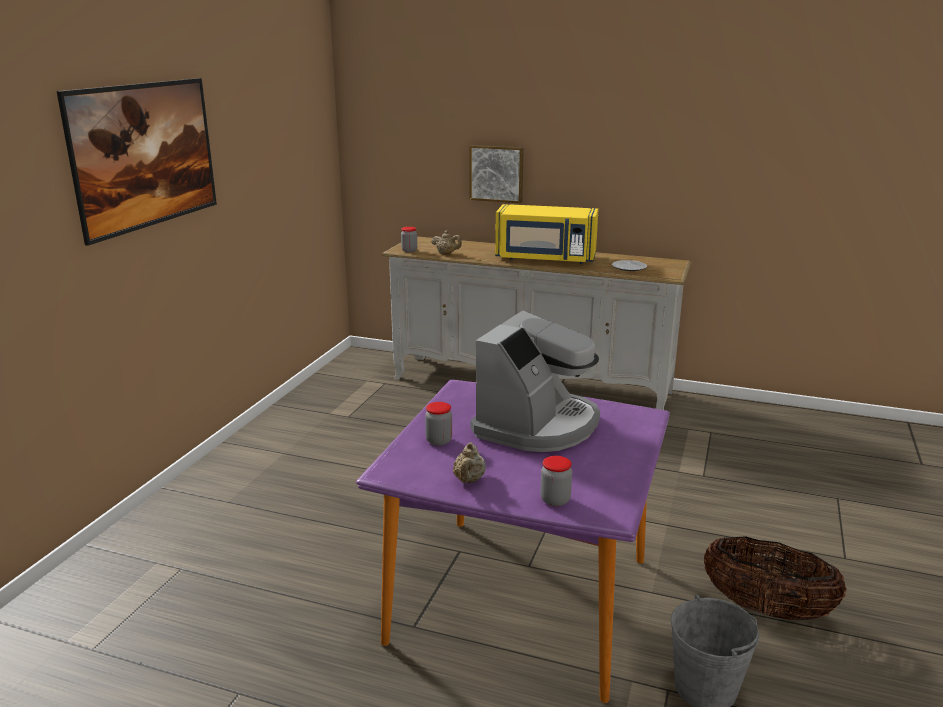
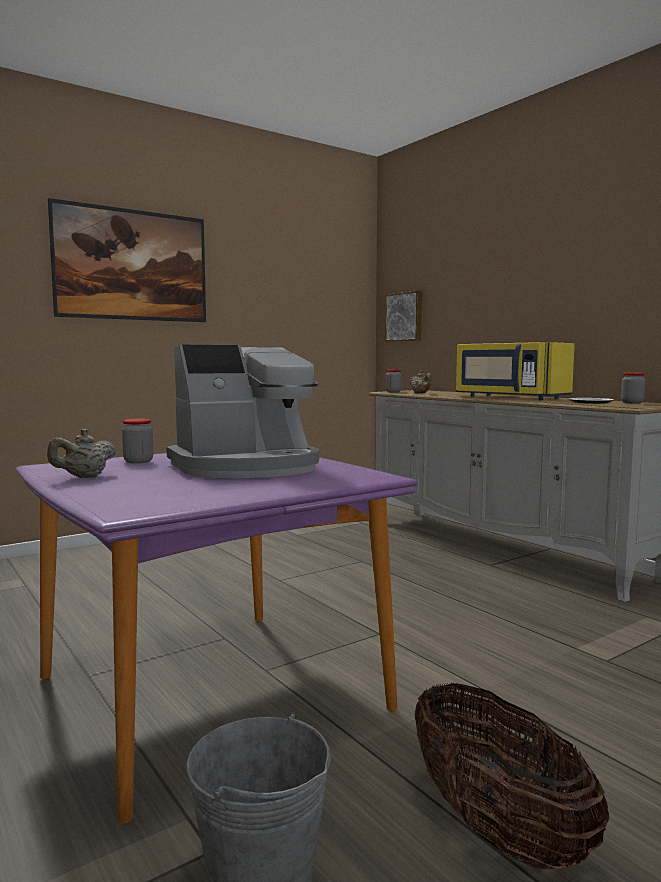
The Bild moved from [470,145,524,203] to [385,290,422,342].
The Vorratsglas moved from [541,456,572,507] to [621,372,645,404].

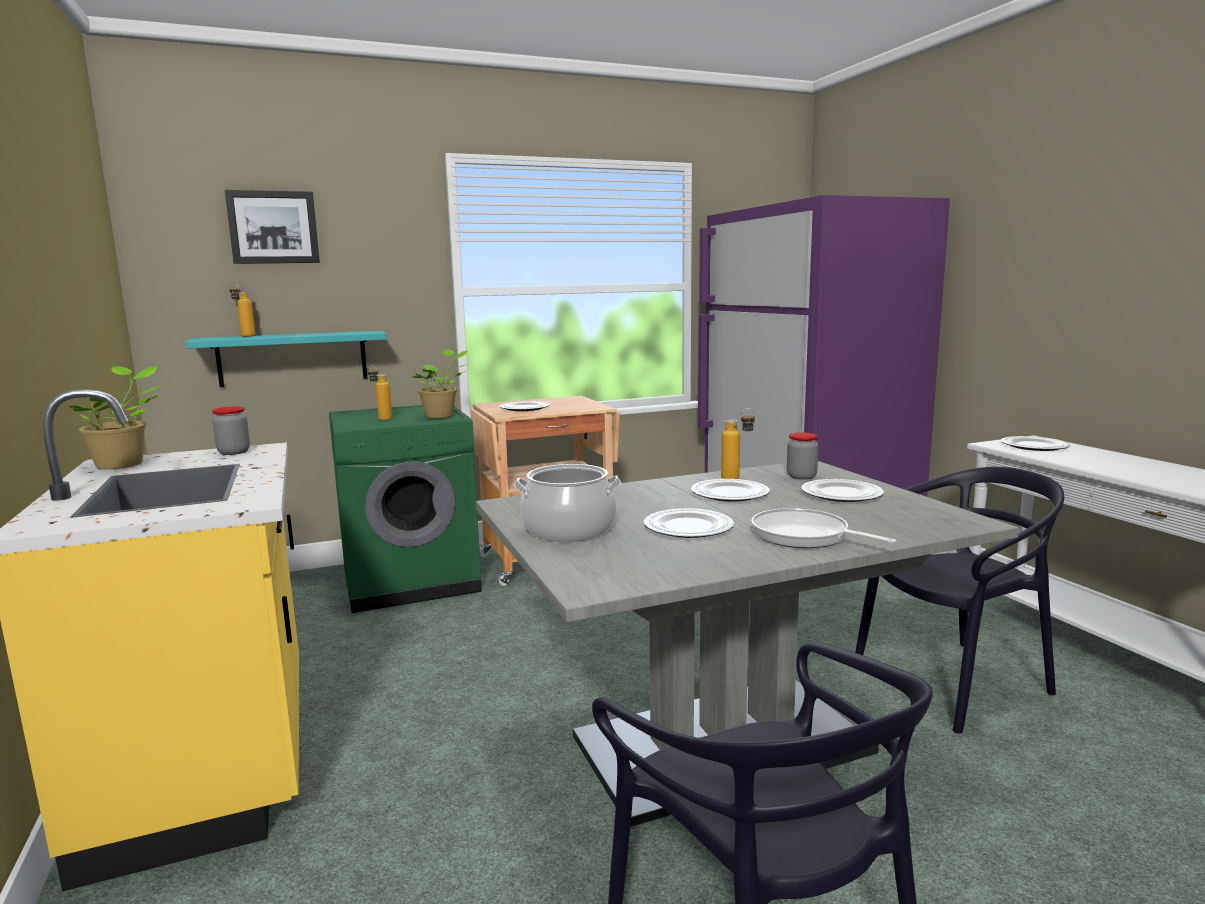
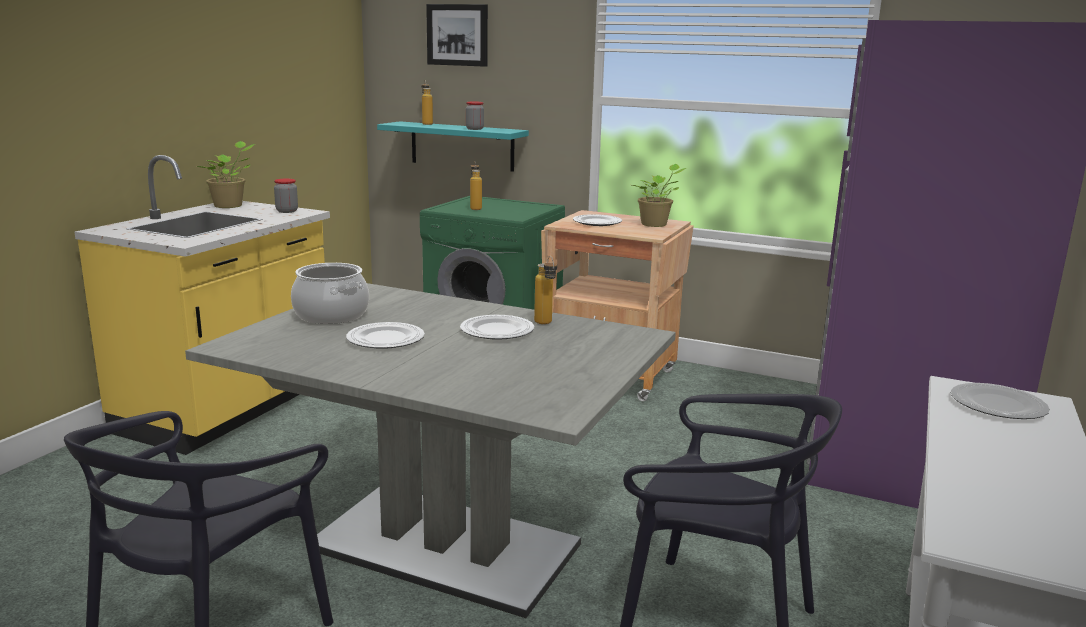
The Topfpflanze moved from [413,349,468,418] to [632,164,686,227].
The Pfanne at [751,508,896,548] disappeared.
The Vorratsglas moved from [787,432,819,480] to [466,101,484,130].
The Teller at [801,479,884,502] disappeared.

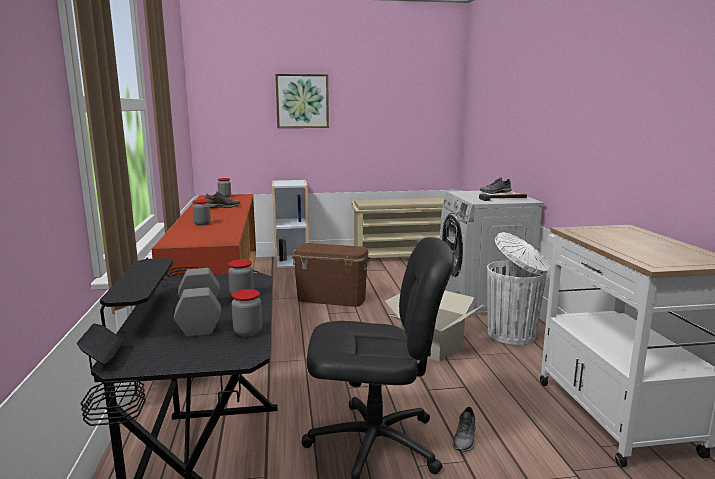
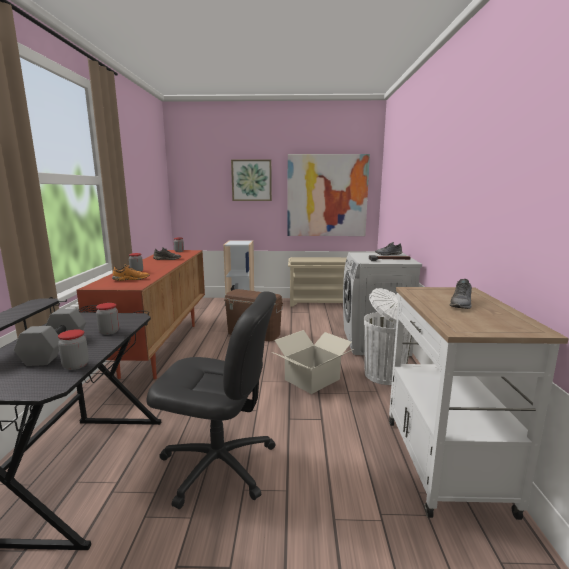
The Schuh (grau) moved from [453,407,476,452] to [450,279,472,309].
The Schuh (orange) at [112,264,150,281] appeared.
The Bild at [287,154,370,236] appeared.

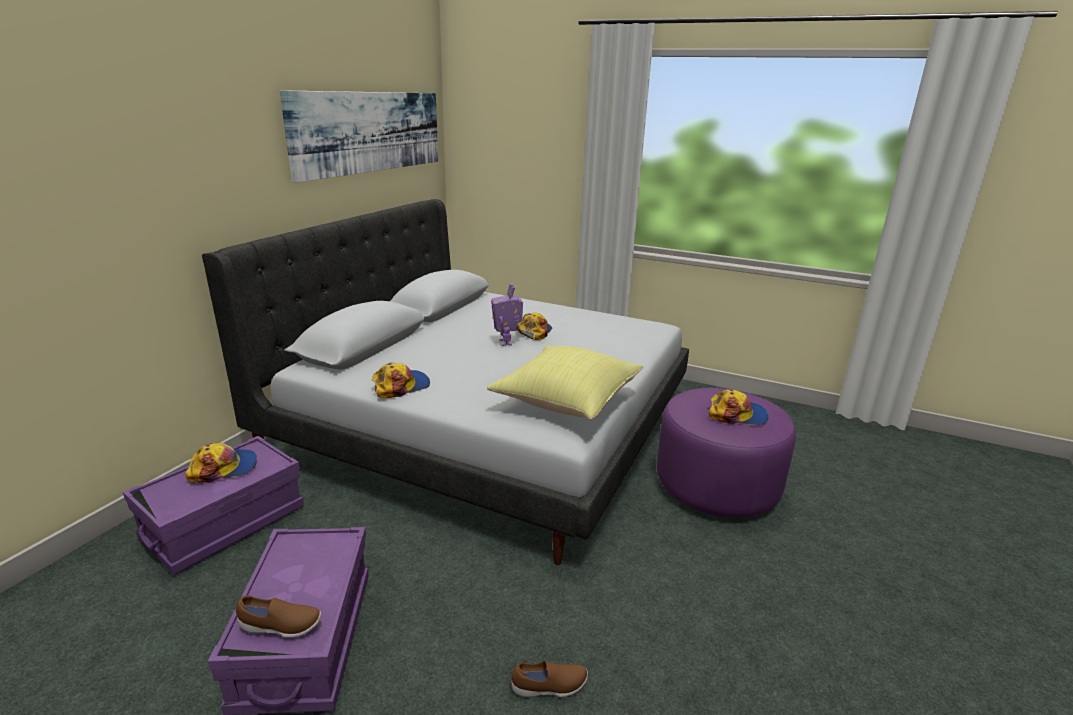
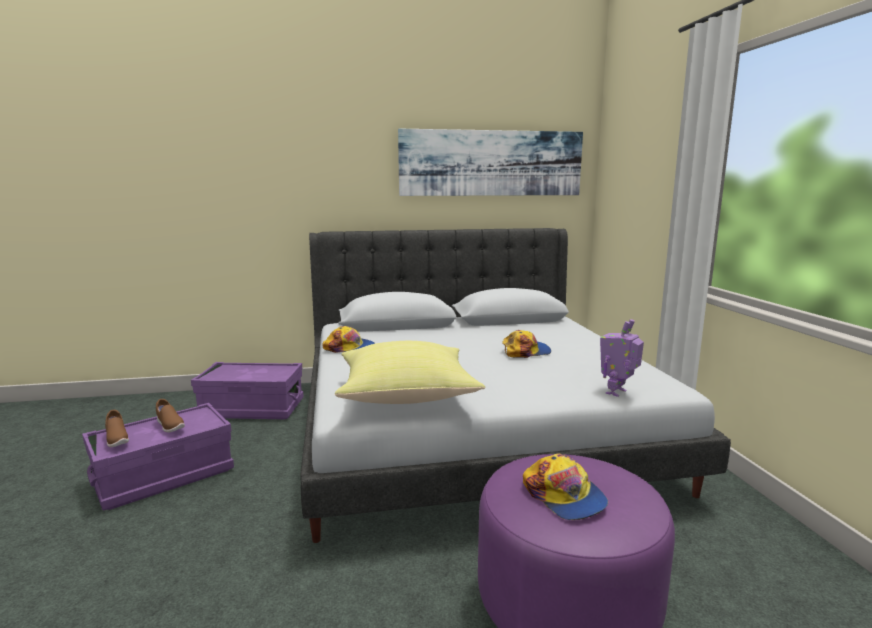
The Kappe at [185,443,257,482] disappeared.
The Spielzeugroboter moved from [491,284,523,346] to [600,319,644,397].
The Schuh (braun) moved from [512,661,588,697] to [156,399,185,433].

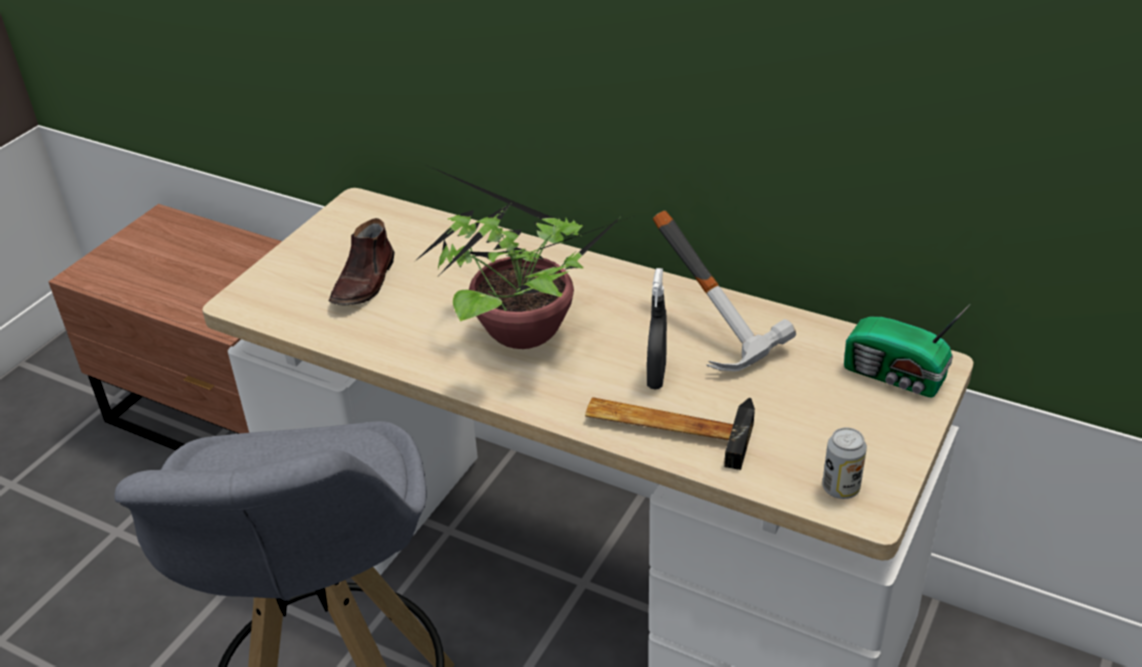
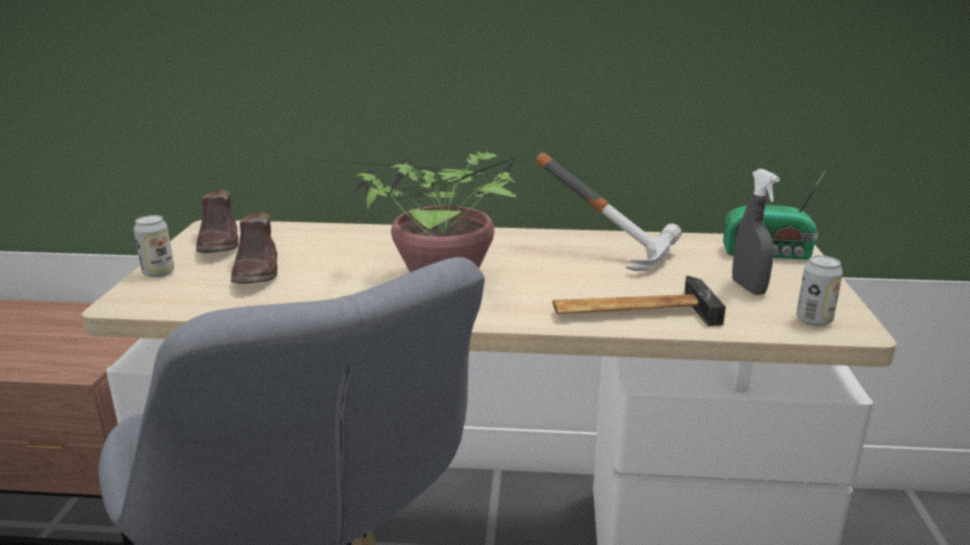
The Sprühflasche (grau) moved from [647,268,667,389] to [732,169,780,295].
The Dose at [134,215,174,277] appeared.
The Schuh (braun) at [196,189,239,253] appeared.

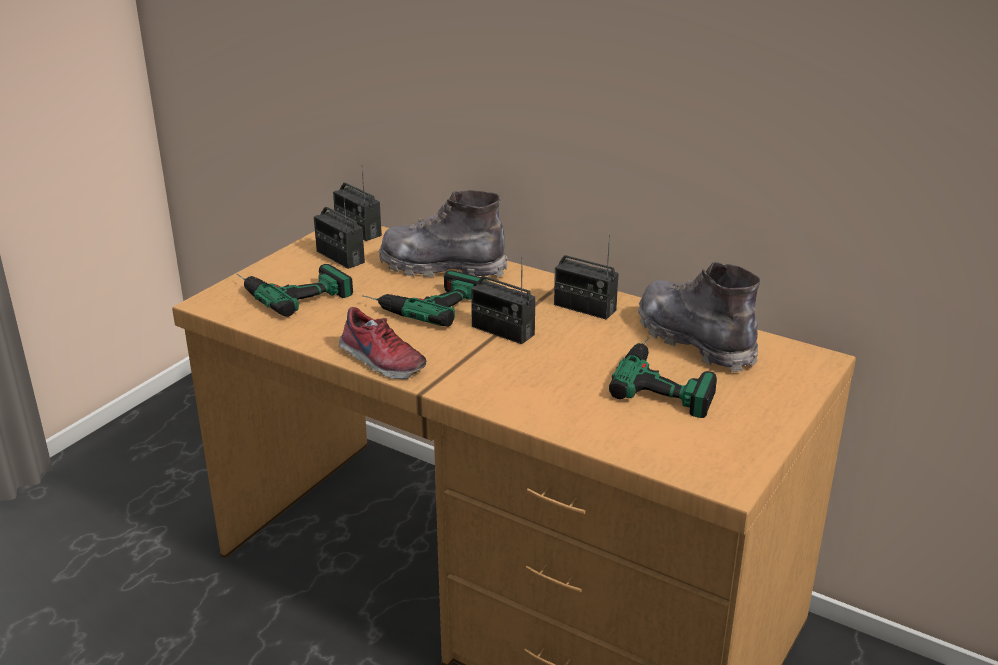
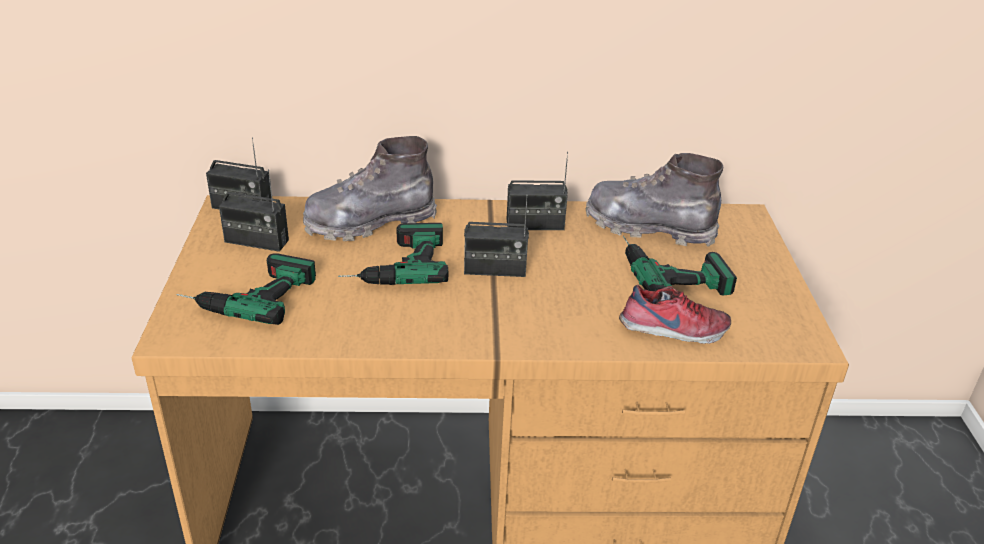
The Schuh moved from [339,307,426,379] to [619,285,731,344].

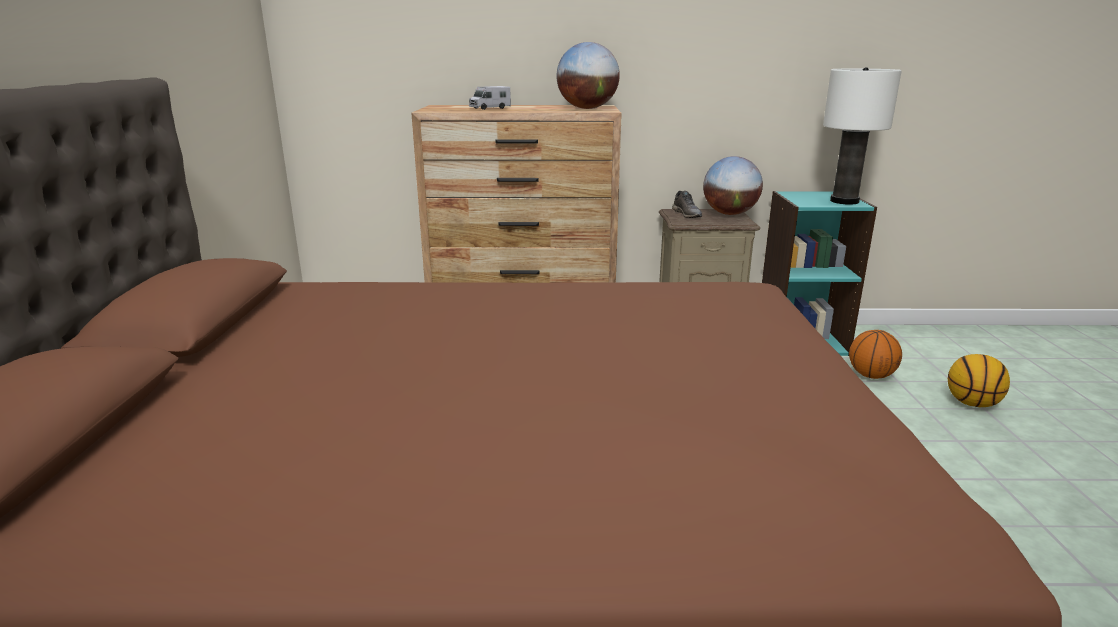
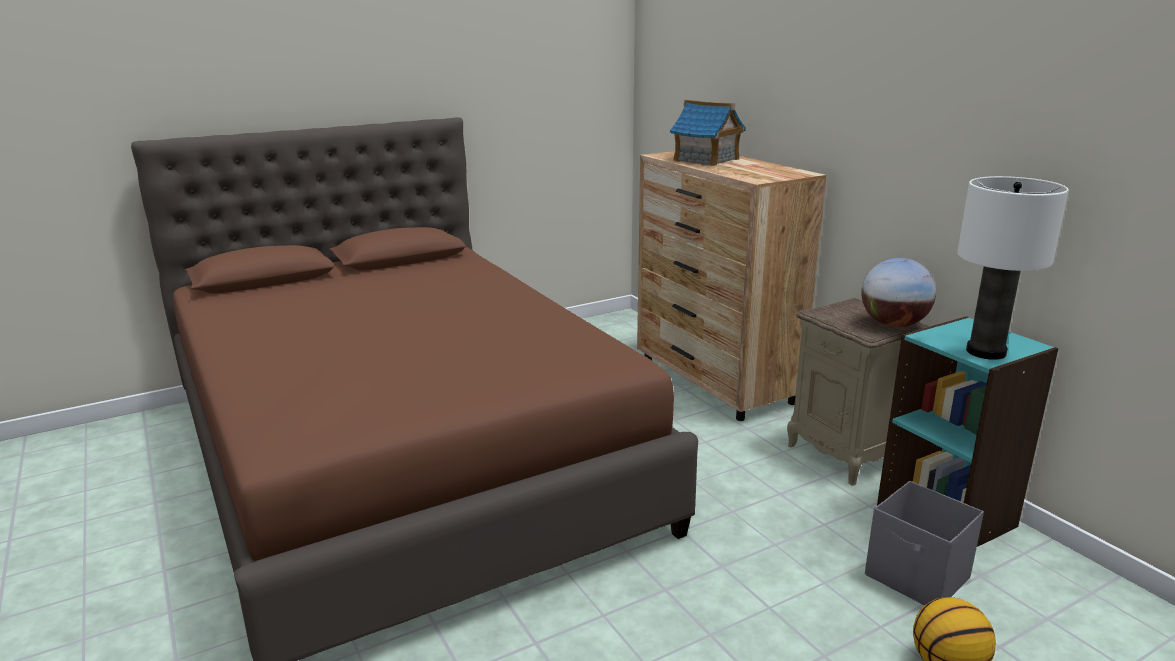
The Spielzeuglaster at [469,86,511,110] was replaced by the Spielzeughaus at [670,100,746,166].
The Globus at [556,42,620,109] disappeared.
The Schuh (grau) at [672,191,702,218] disappeared.
The Basketball at [849,330,902,379] was replaced by the Aufbewahrungsbox (grau) at [865,481,984,605].

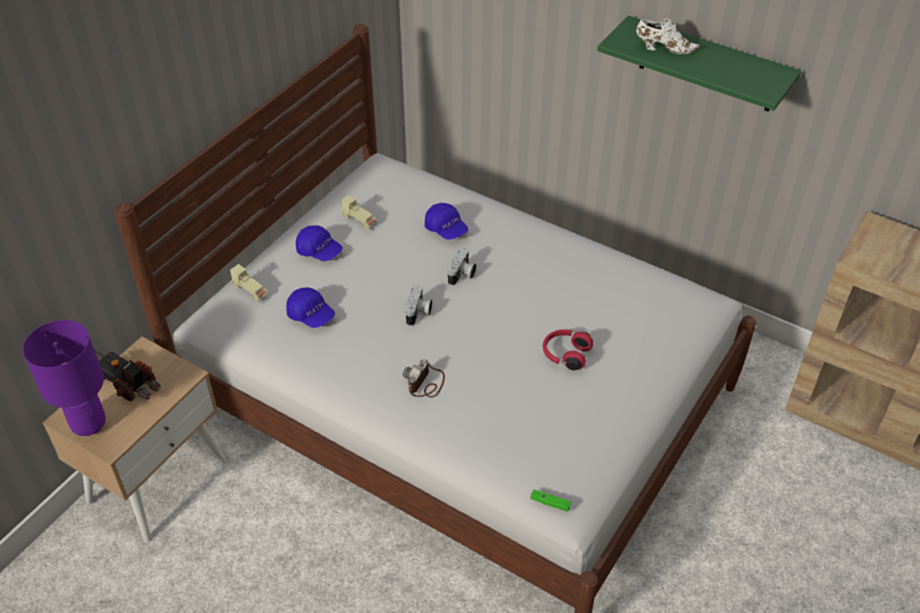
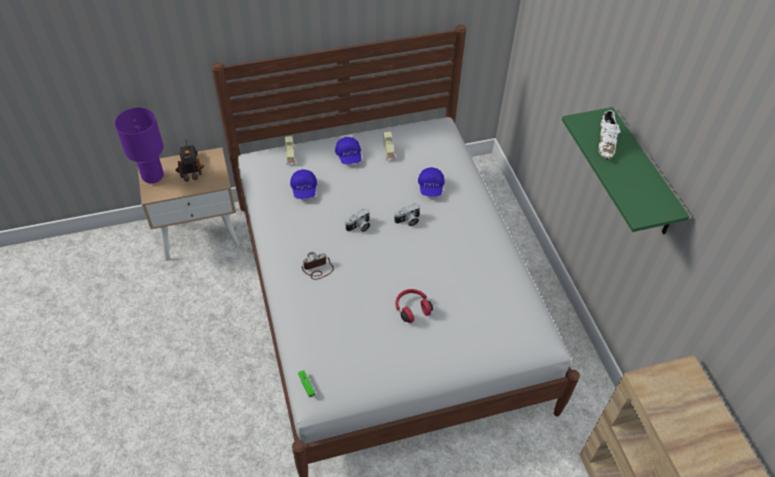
The Schuh (weiß) at [636,19,700,54] turned 45 degrees clockwise.

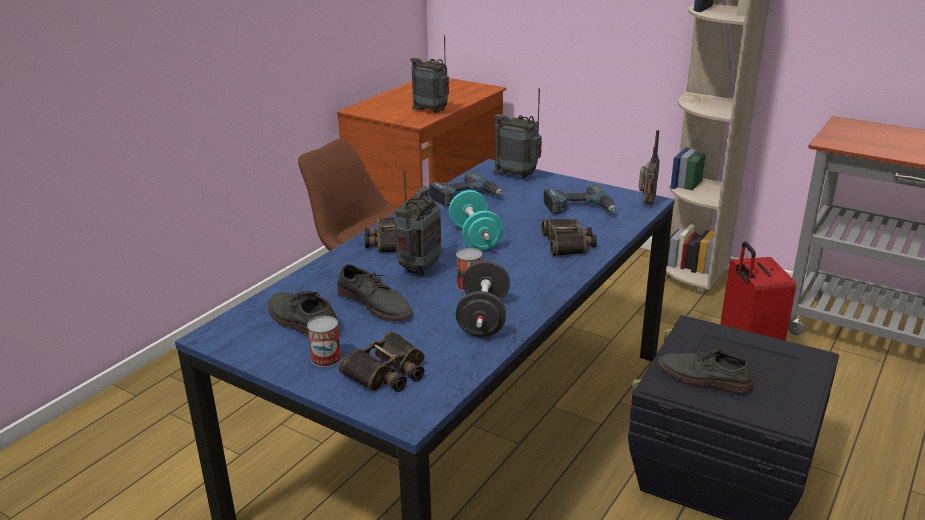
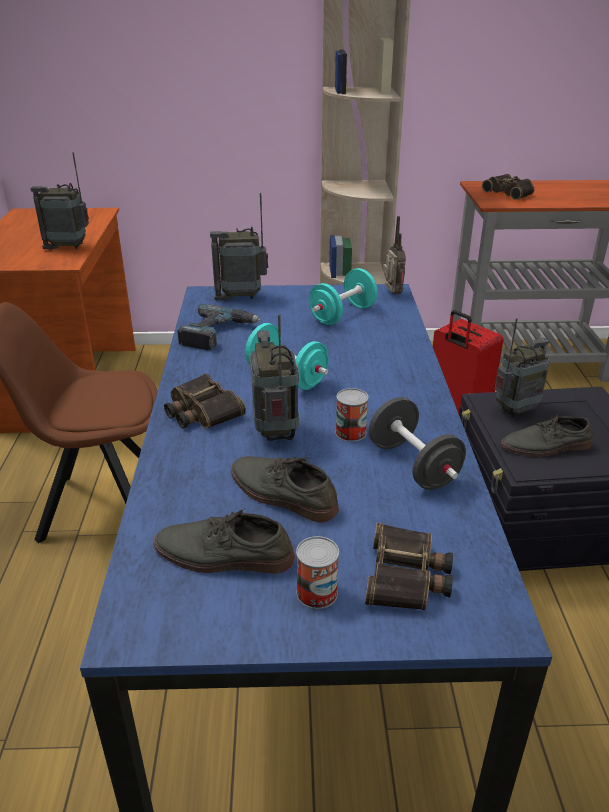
The Schuh (grau) at [337,264,413,322] turned 150 degrees counterclockwise.
The Fernglas moved from [541,219,597,256] to [482,174,534,200].
The Bohrmaschine at [544,184,616,214] was replaced by the Hantel (türkis) at [309,268,378,325].
The Radio at [494,318,550,417] appeared.

